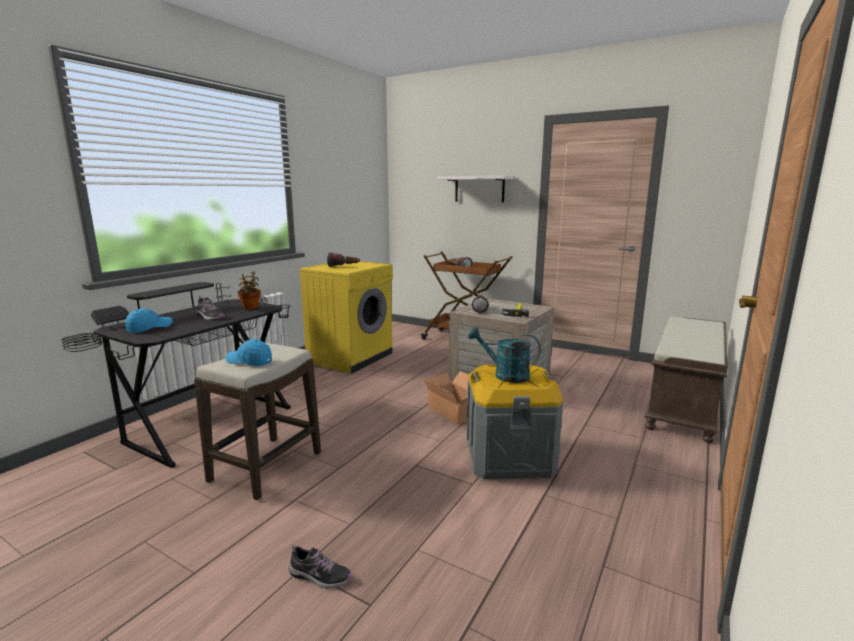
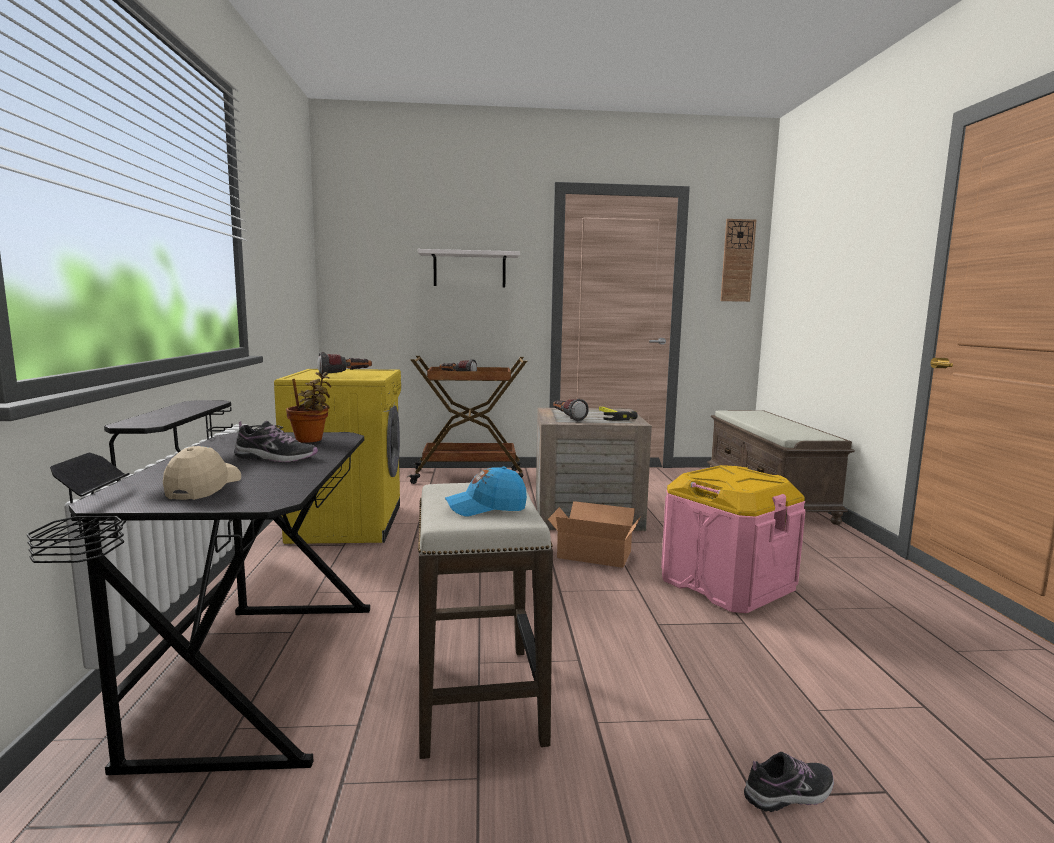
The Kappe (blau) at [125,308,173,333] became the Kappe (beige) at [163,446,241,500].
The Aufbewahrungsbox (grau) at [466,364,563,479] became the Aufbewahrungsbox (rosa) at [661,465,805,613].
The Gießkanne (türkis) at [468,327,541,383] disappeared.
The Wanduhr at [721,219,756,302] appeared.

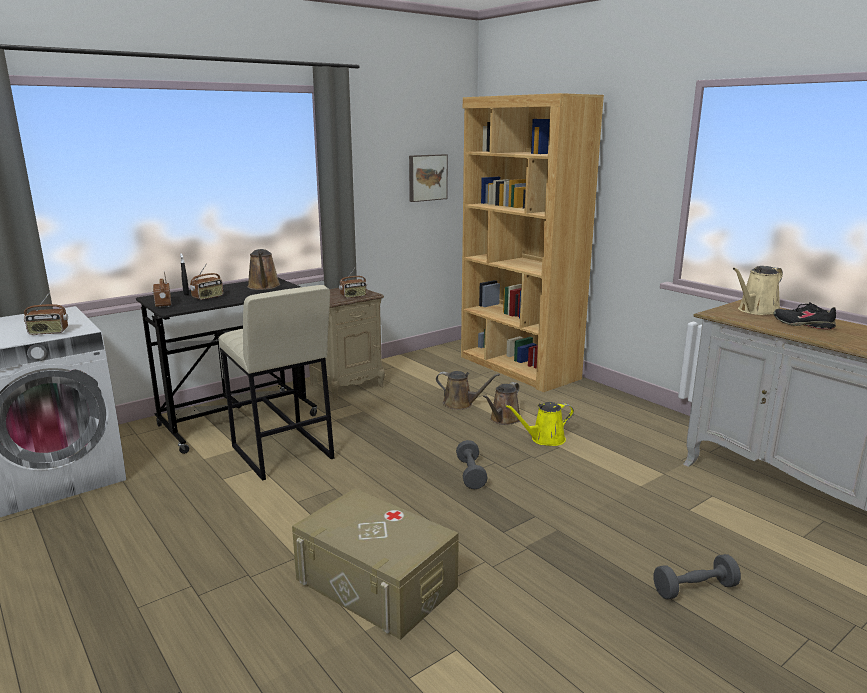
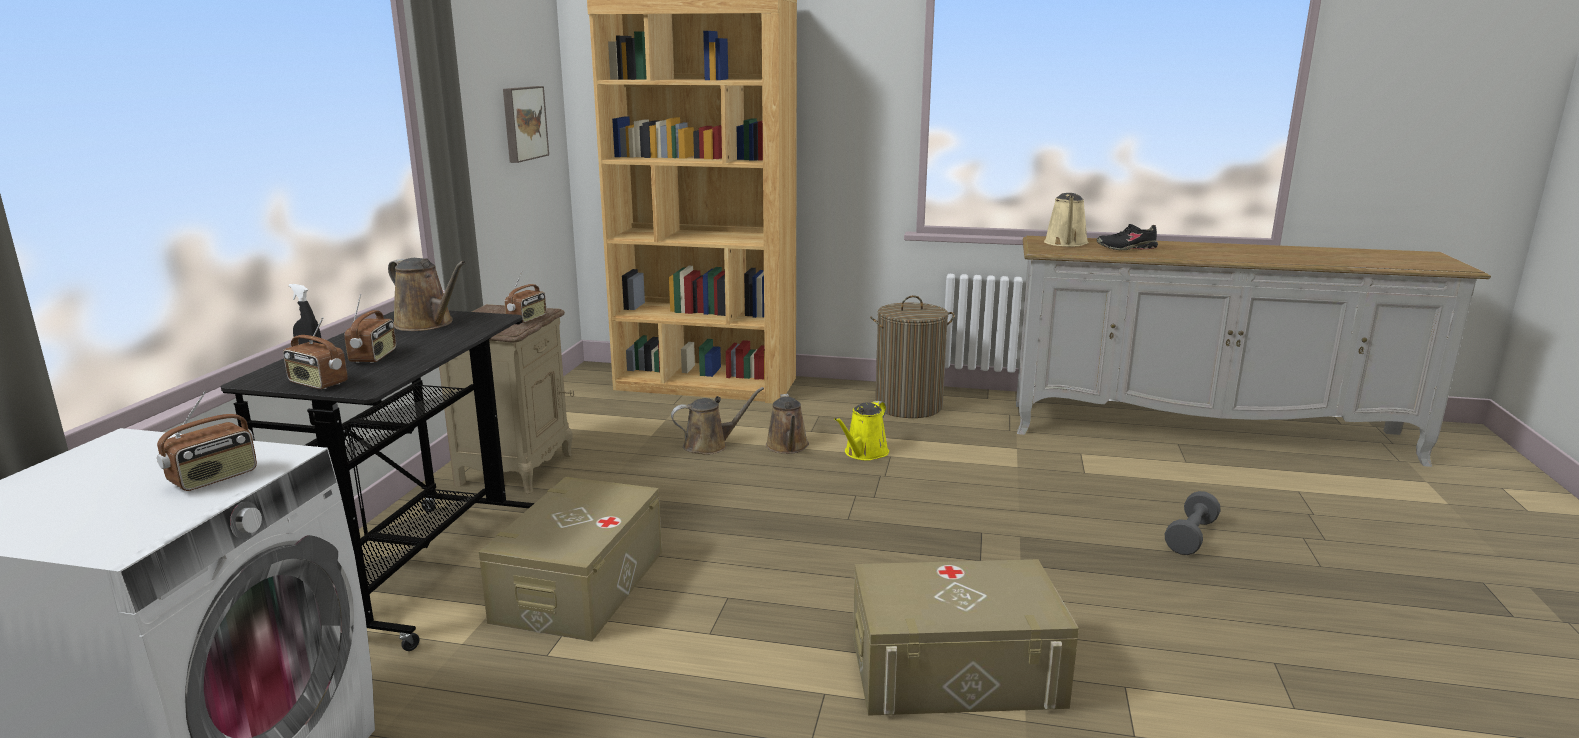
The Hocker (beige) at [219,285,334,481] was replaced by the Aufbewahrungsbox (beige) at [479,477,662,641].
The Hantel (grau) at [456,440,488,489] disappeared.
The Wäschekorb at [870,295,955,418] appeared.

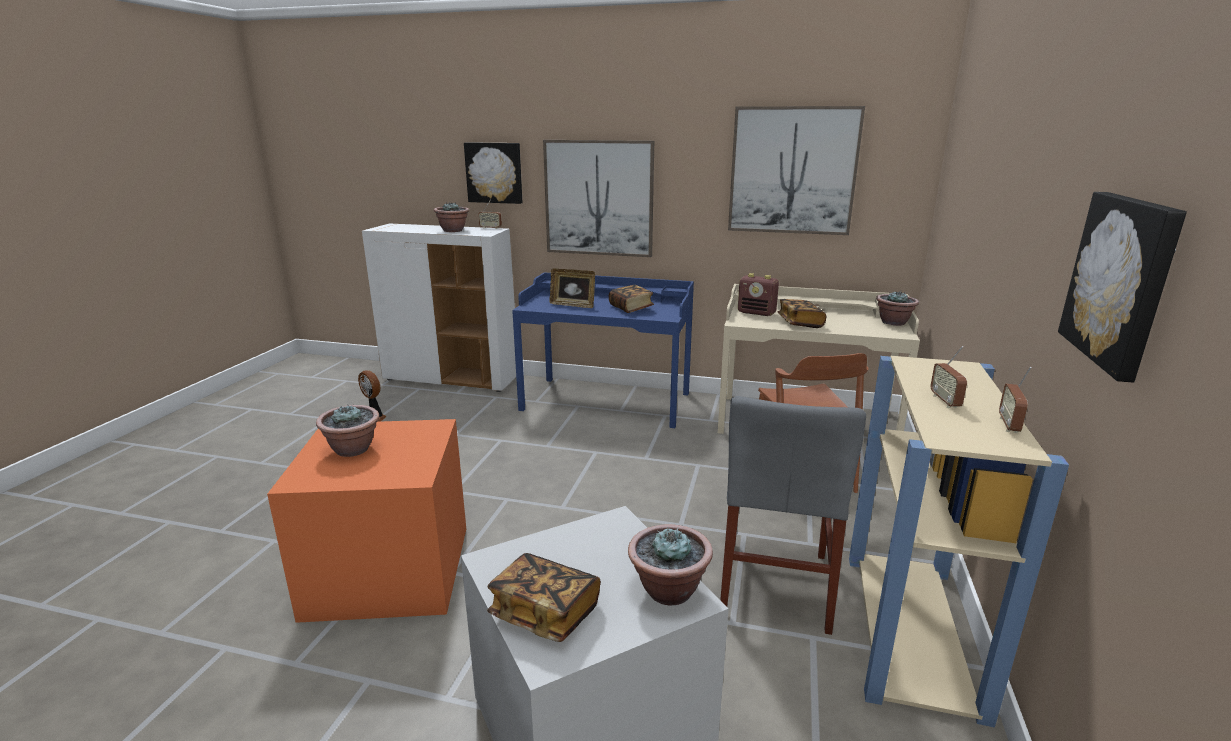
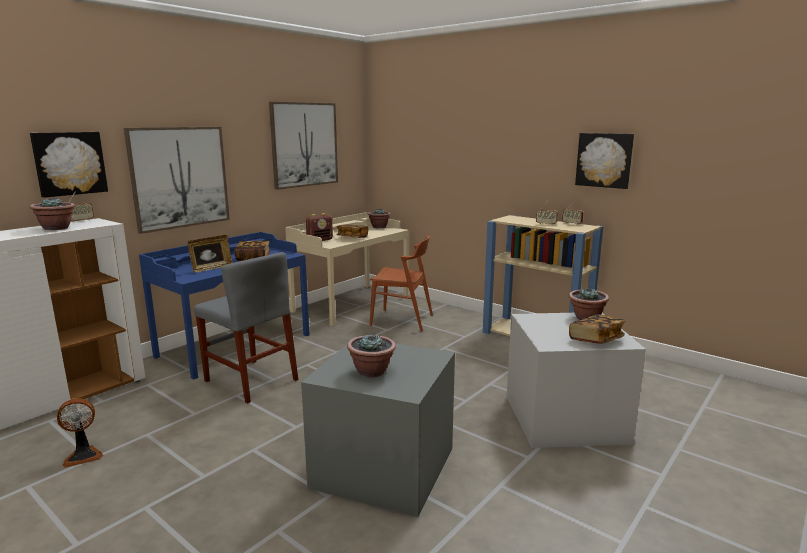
The Aufbewahrungsbox (orange) at [267,419,466,623] became the Aufbewahrungsbox (grau) at [301,343,455,517].
The Stuhl (grau) moved from [720,396,866,635] to [194,252,298,404].

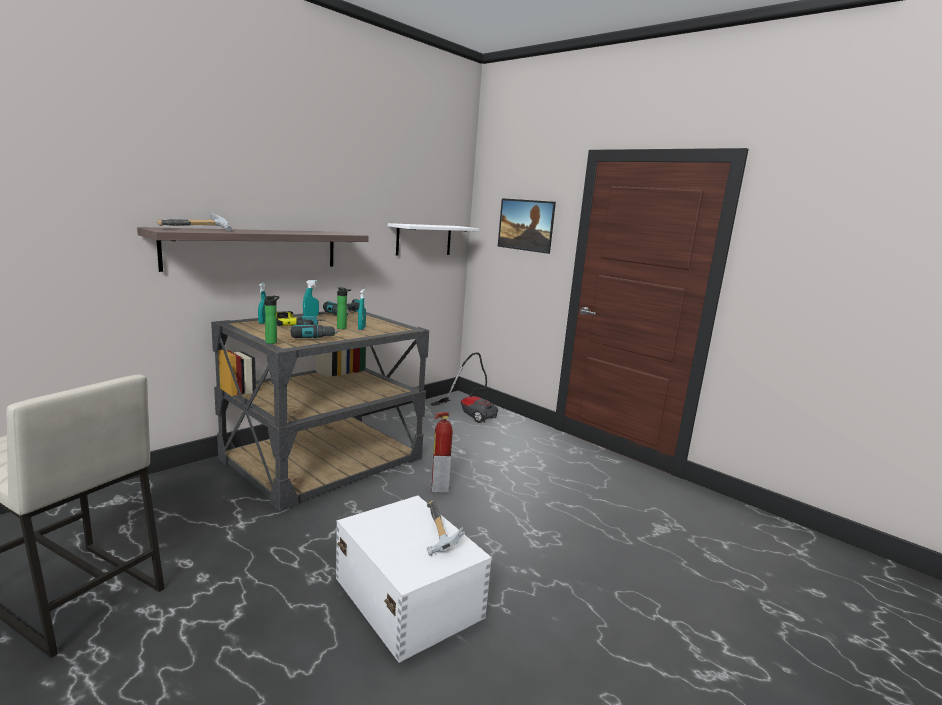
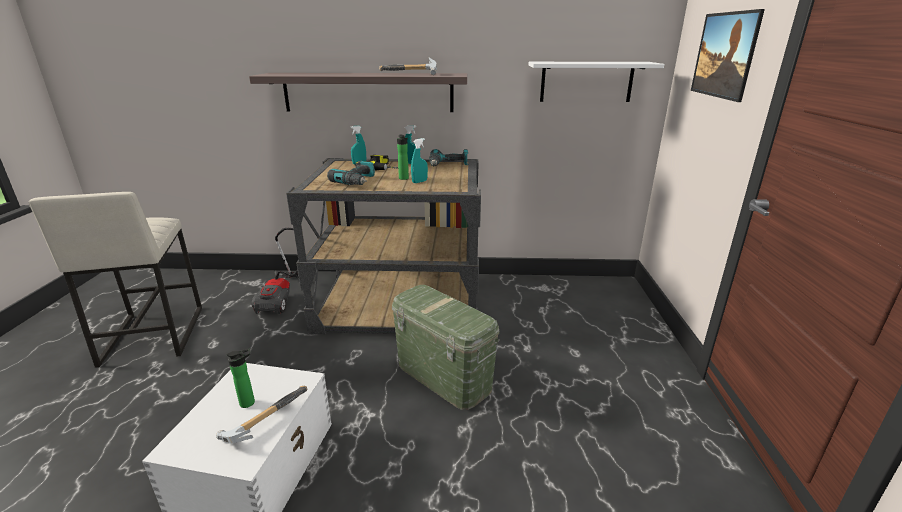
The Hammer moved from [157,212,232,232] to [379,58,437,75].
The Flasche moved from [264,296,279,344] to [227,348,255,408].
The Staubsauger moved from [431,353,498,423] to [251,228,299,314].
The Feuerlöscher at [431,412,453,493] was replaced by the Aufbewahrungsbox (grün) at [392,285,500,410].

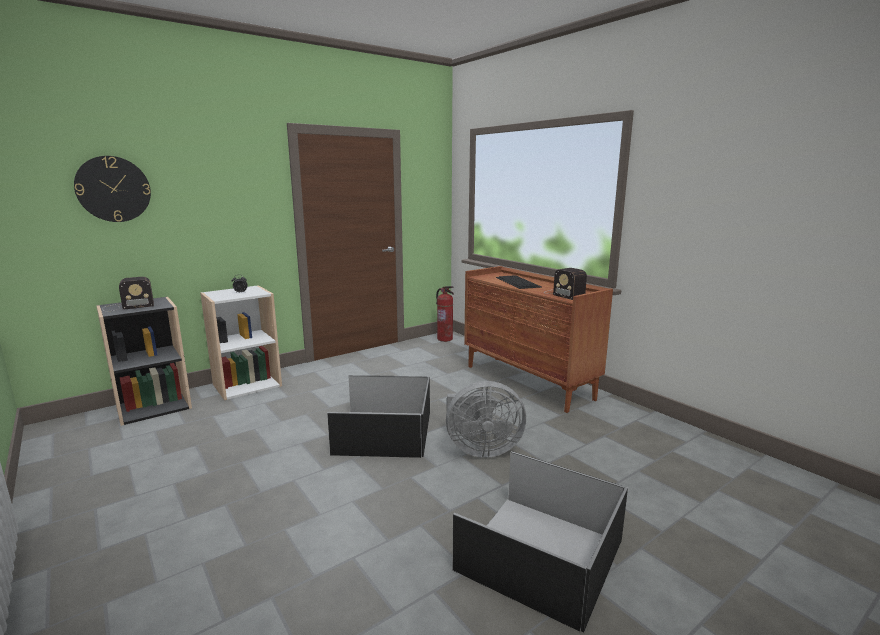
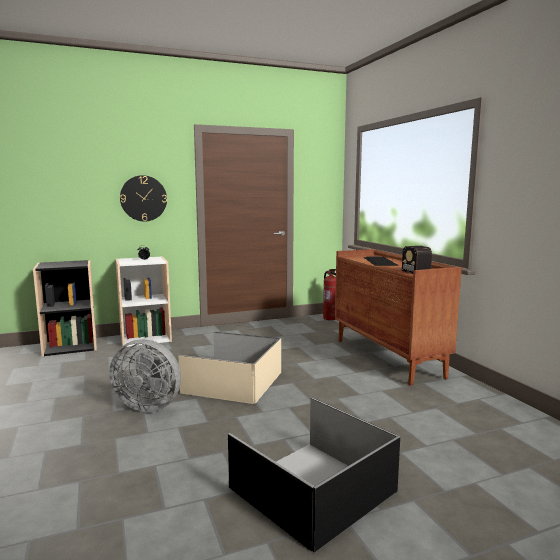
The Wanduhr moved from [74,156,151,222] to [120,175,167,222].
The Radio at [103,277,154,312] disappeared.
The Aufbewahrungsbox (schwarz) at [327,375,430,458] became the Aufbewahrungsbox (beige) at [179,332,281,404].
The Ventilator (grau) moved from [446,381,526,458] to [109,339,181,412].

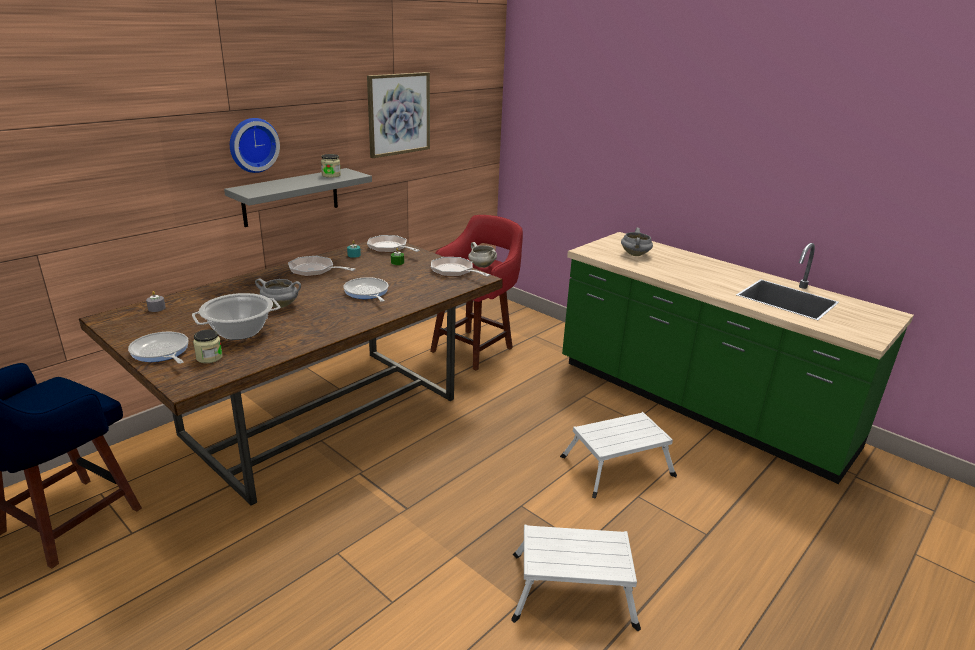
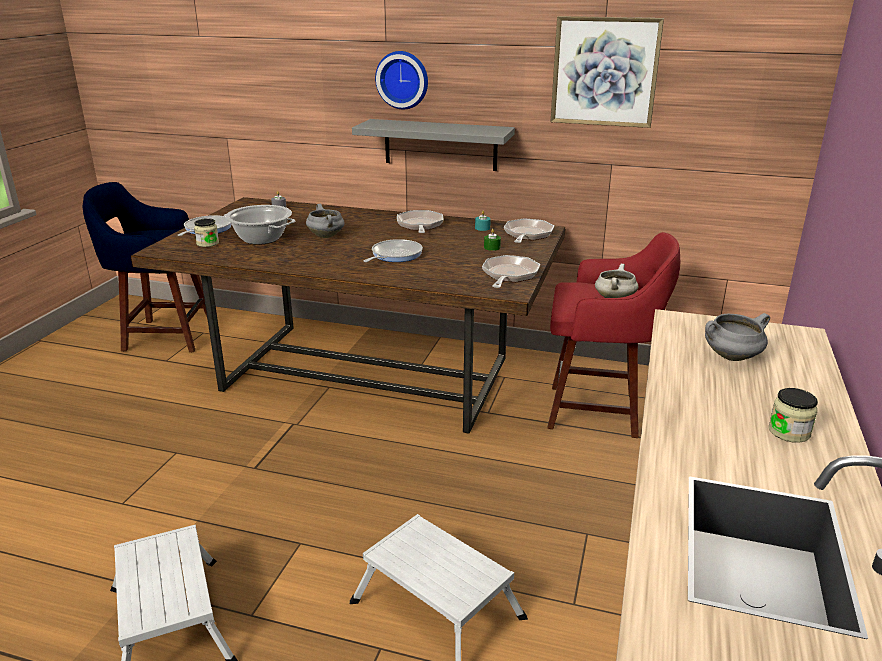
The Vorratsglas moved from [321,154,341,178] to [769,388,818,443].

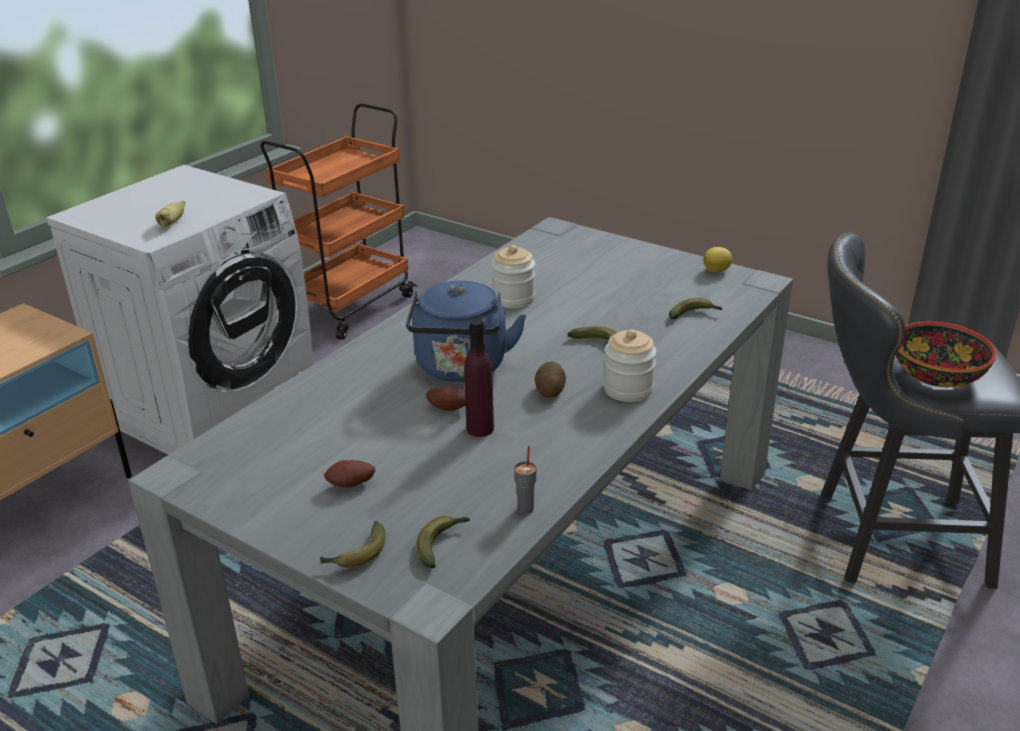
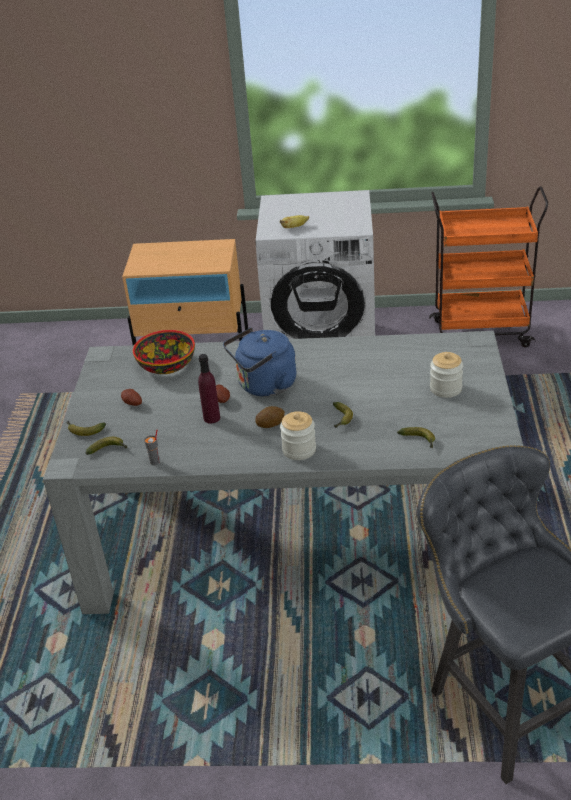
The Vorratsglas moved from [491,245,535,308] to [430,352,463,398].
The Zitrone at [703,247,733,272] disappeared.
The Schüssel moved from [896,322,996,387] to [133,330,195,374].

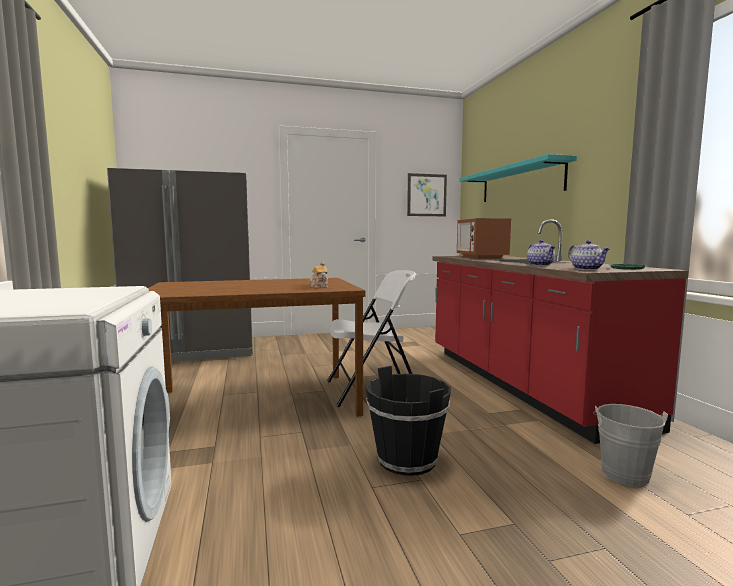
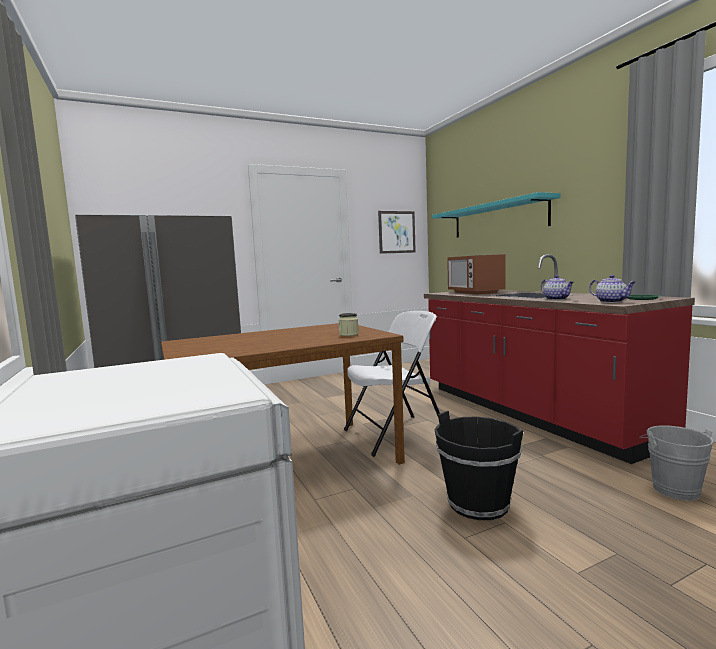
The Teekanne at [310,262,328,288] was replaced by the Vorratsglas at [338,313,359,336].

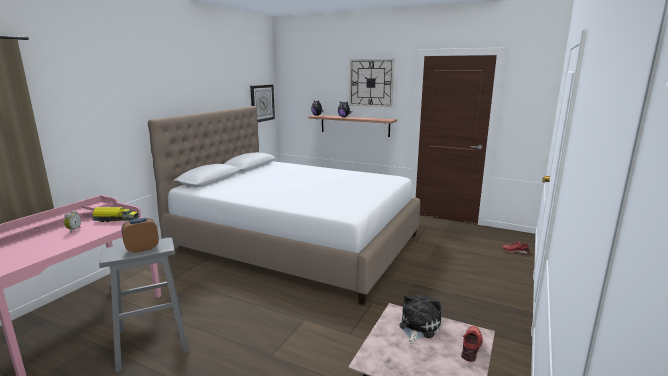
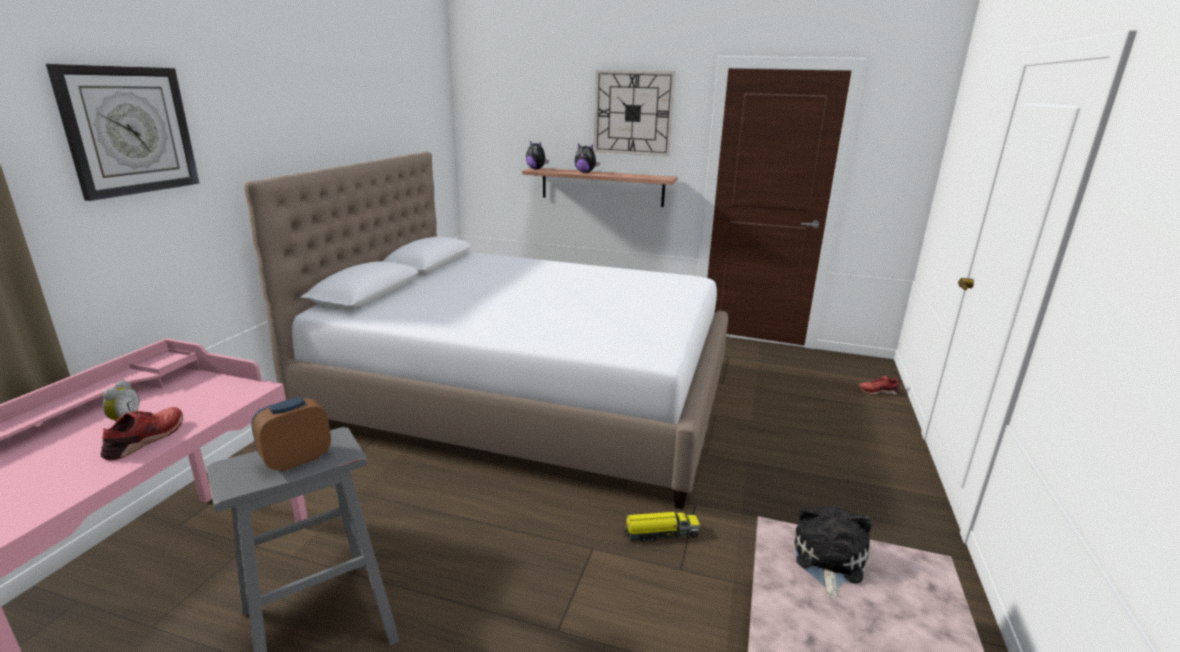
The Spielzeuglaster moved from [92,207,139,222] to [622,512,700,542].
The Wanduhr moved from [250,85,275,122] to [46,64,200,201].
The Schuh (rot) moved from [461,326,483,362] to [101,407,183,460].

